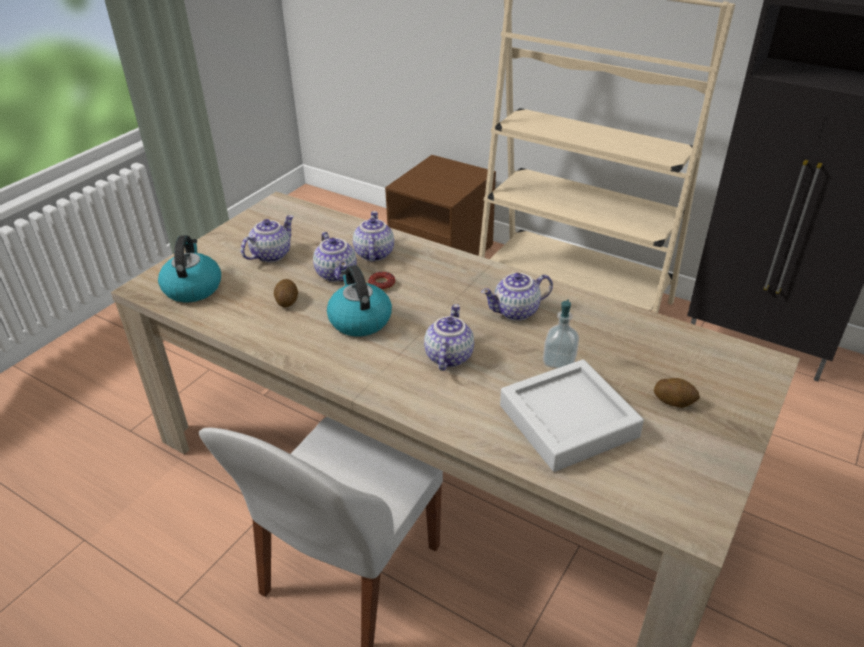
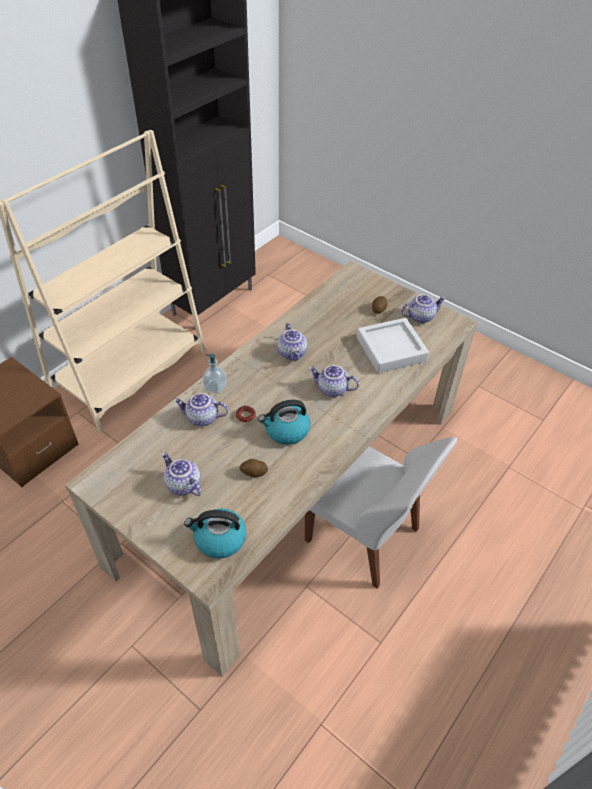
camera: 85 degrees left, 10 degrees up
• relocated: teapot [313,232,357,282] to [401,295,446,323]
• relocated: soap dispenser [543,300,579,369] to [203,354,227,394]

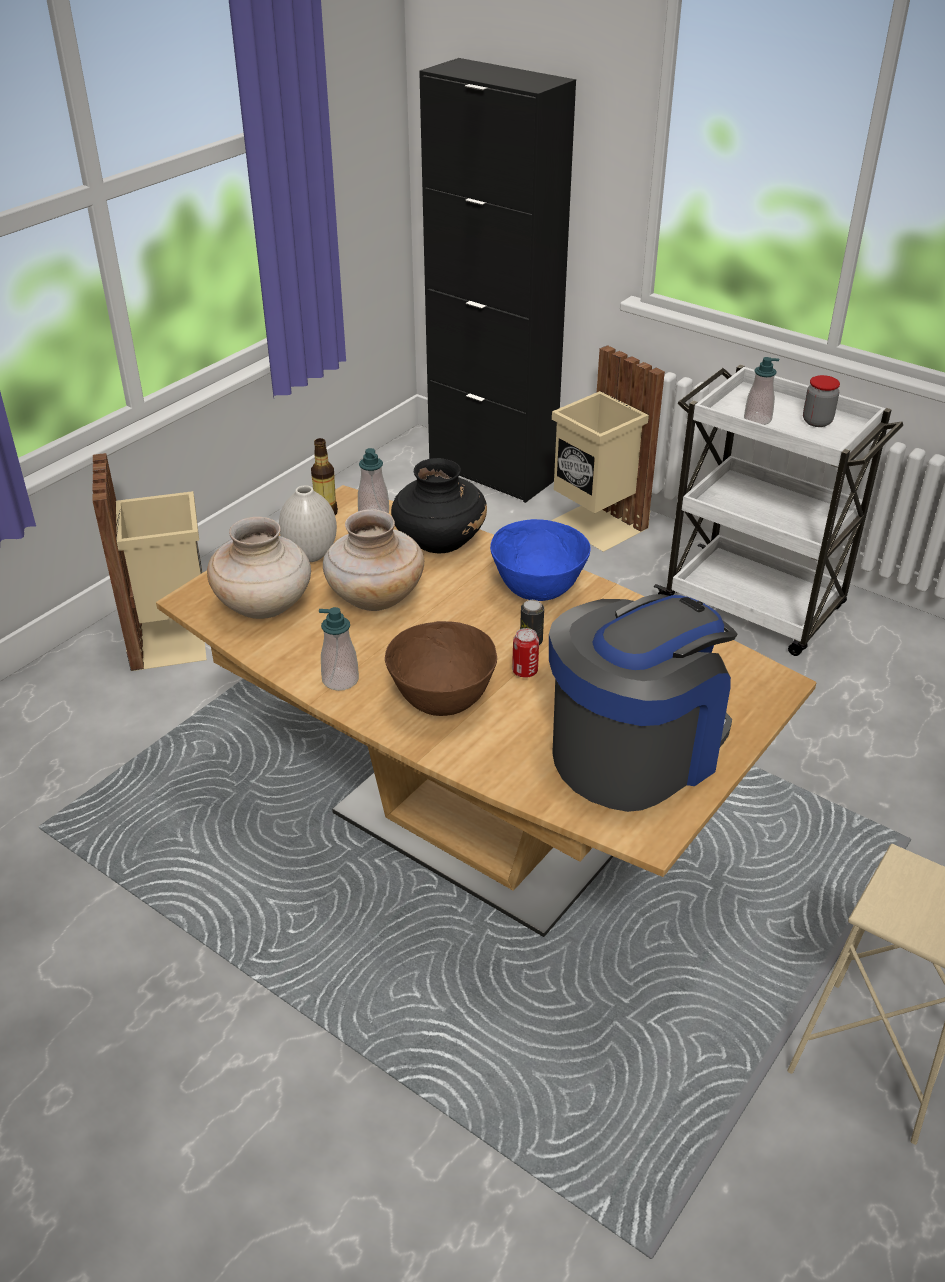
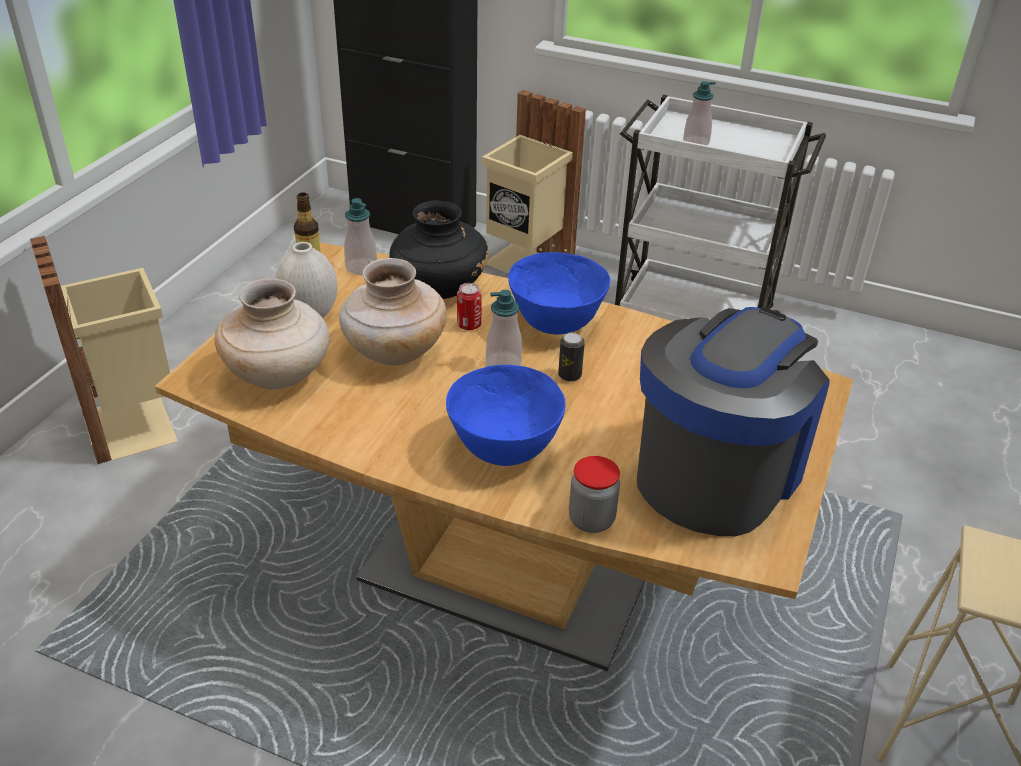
camera: 15 degrees left, 0 degrees up
• relocated: soap dispenser [319,607,359,691] to [486,290,522,366]
• relocated: can [512,628,539,678] to [457,283,481,330]
• relocated: jar [803,375,840,427] to [569,456,620,533]
• colour: brown bowl [385,621,497,716] to blue bowl [446,365,566,466]

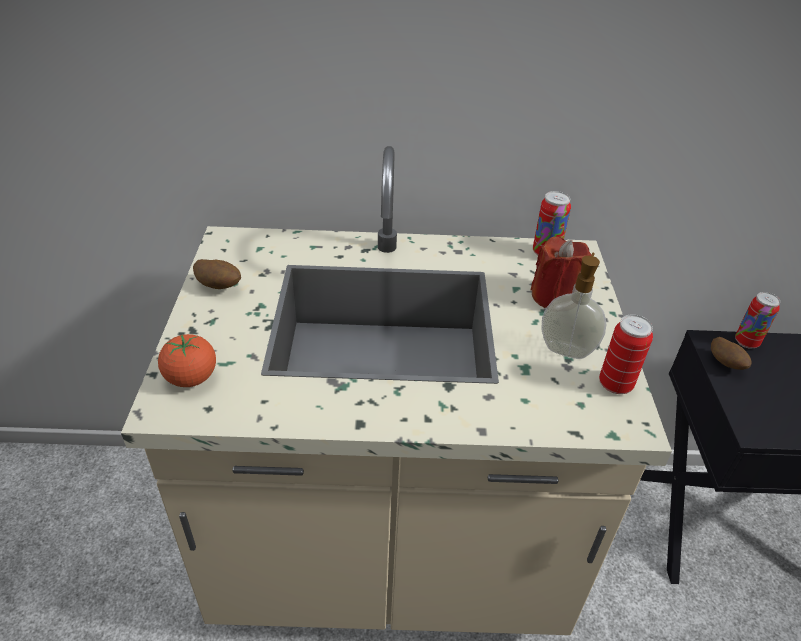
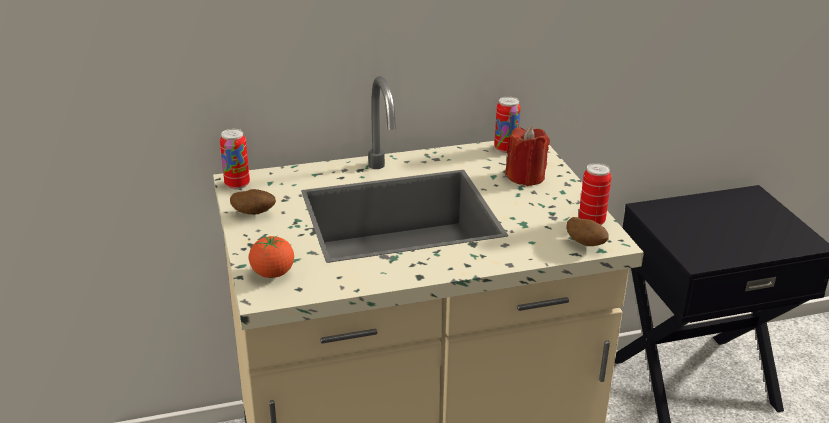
camera: 15 degrees left, 10 degrees down
• missing: soap dispenser [541,252,606,359]
• relocated: potato [711,337,752,370] to [566,217,609,246]
• relocated: can [735,292,780,349] to [220,129,250,190]

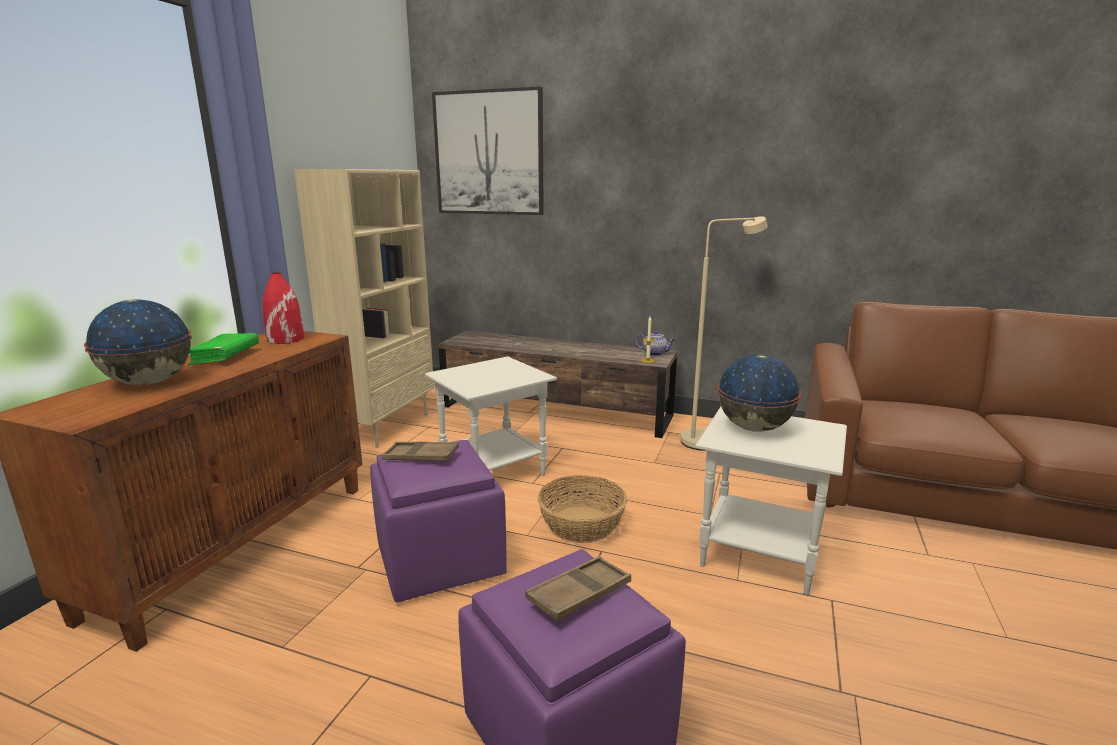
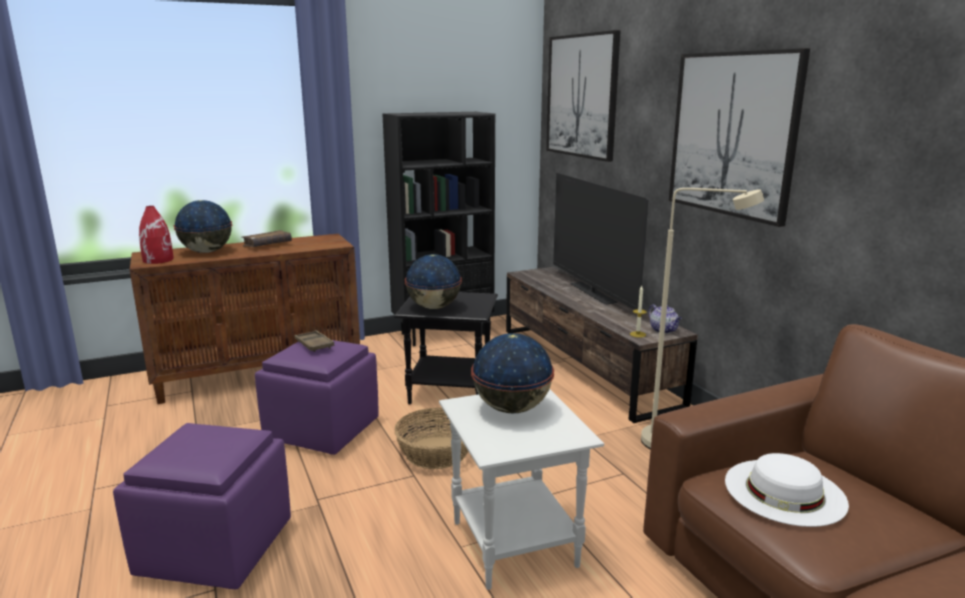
camera: 45 degrees right, 0 degrees up
• missing: brown tray [525,556,631,621]
• appeared: globe [405,254,462,309]
• appeared: television [553,173,648,310]
• appeared: picture [669,48,810,227]
• appeared: white hat [725,453,849,527]
• relocated: red vase [263,273,304,344] to [139,206,174,264]
• colour: green book [188,333,259,365] to brown book [241,230,292,247]
• colour: beige bookcase [294,169,434,448] to black bookcase [383,112,495,346]
• colour: white side table [425,356,557,475] to black side table [394,292,498,405]

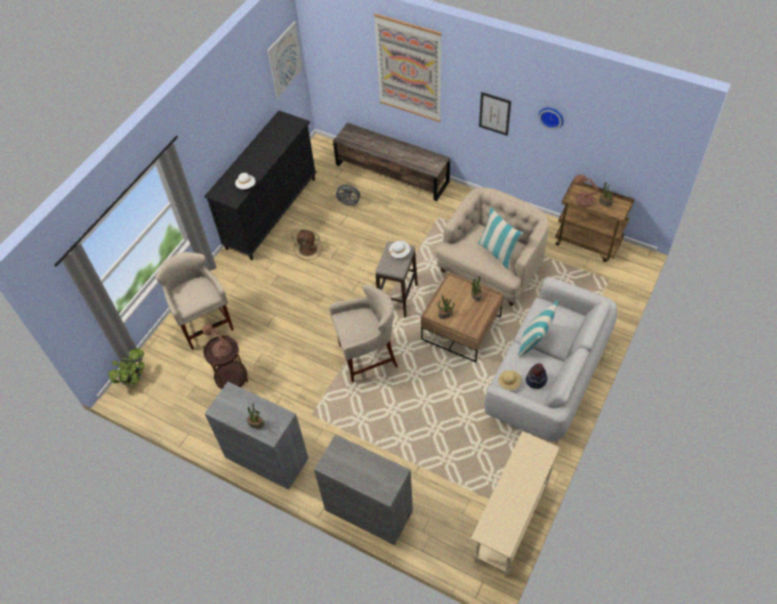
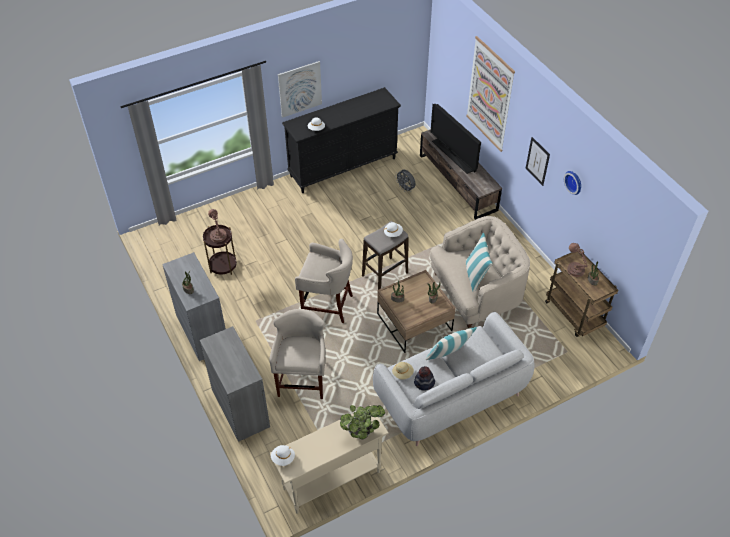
camera: 30 degrees right, 5 degrees down
• missing: brown fan [292,228,322,260]
• appeared: white hat [271,445,295,466]
• appeared: television [431,104,481,174]
• relocated: potted plant [108,348,145,386] to [340,405,385,440]
• relocated: beige stool [156,252,234,350] to [269,309,325,399]
• relocated: picture [267,21,303,98] to [278,61,322,118]

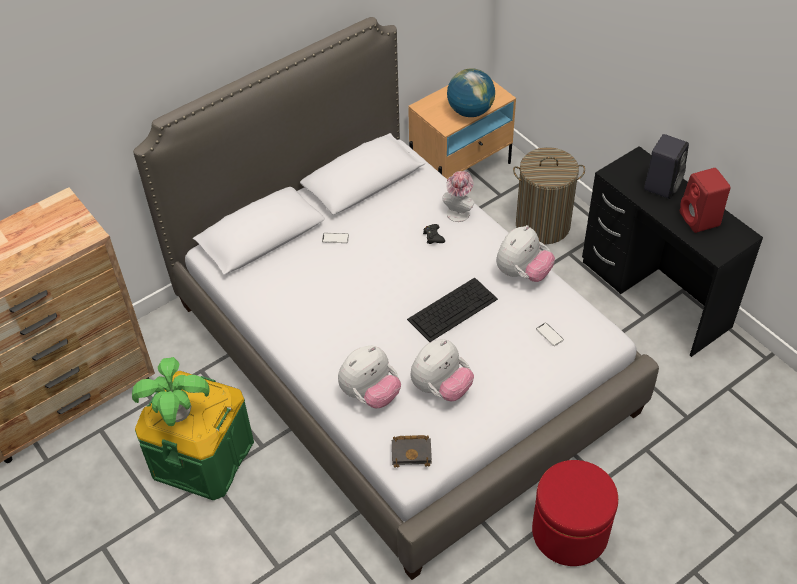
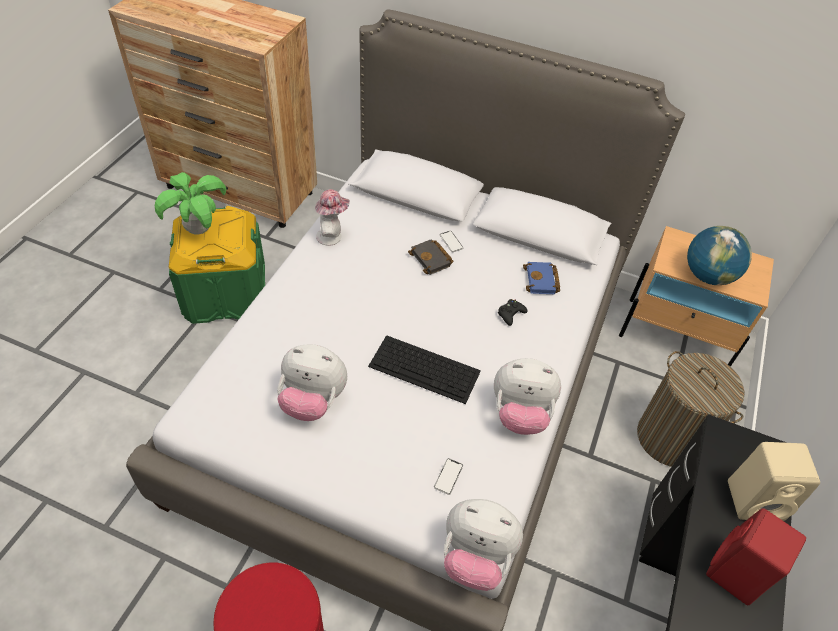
camera: 55 degrees right, 0 degrees up
• appeared: blue book [523,262,560,294]
• relocated: plush toy [338,346,401,408] to [444,499,523,591]
• relocated: black book [392,435,432,468] to [408,240,453,275]
• relocated: hat [442,171,475,222] to [315,189,350,246]
• colour: black speaker [644,134,689,199] to beige speaker [728,442,820,521]

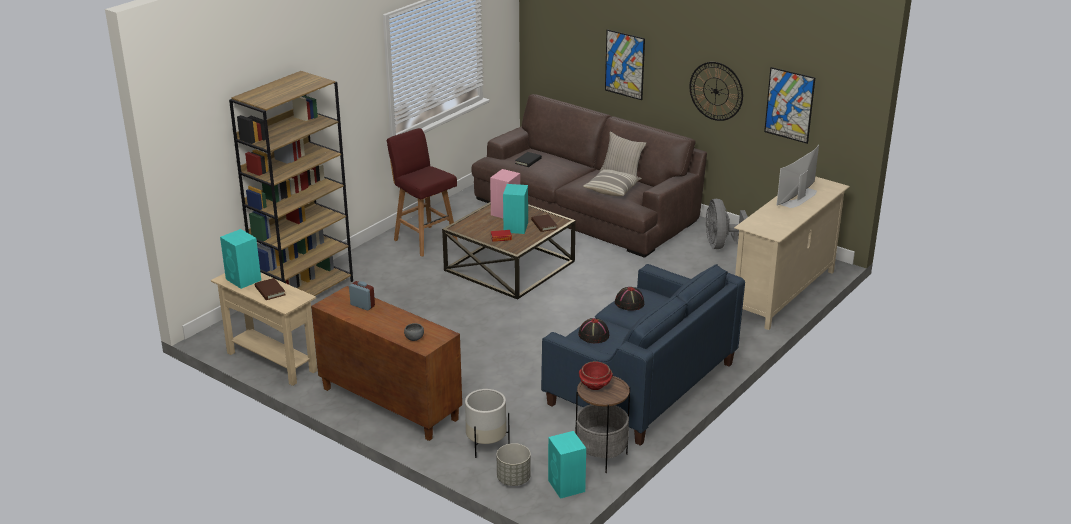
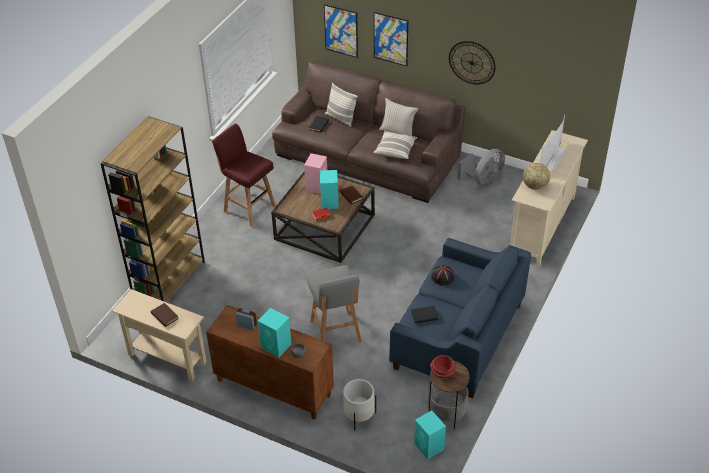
camera: 10 degrees left, 15 degrees up
• missing: grey planter [497,443,531,486]
• appeared: grey stool [307,265,362,343]
• appeared: pillow [325,83,358,127]
• appeared: globe [523,163,550,190]
• relocated: turquoise speaker [220,229,261,289] to [258,308,291,357]
• relocated: picture [764,67,815,144] to [324,4,358,58]
• exchanged: black hat [578,318,609,343] to black book [411,306,439,324]
• spun: grey fan [706,199,748,249] = [457,149,505,186] 120 degrees counterclockwise

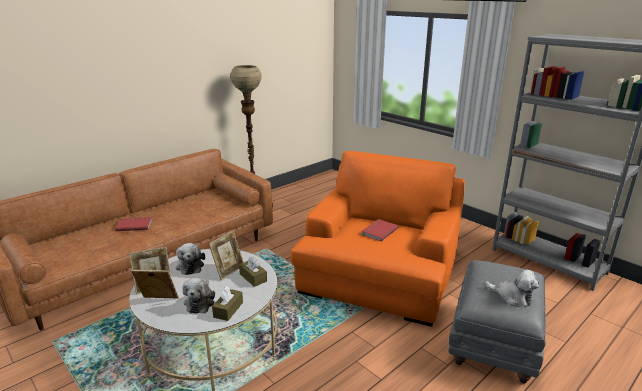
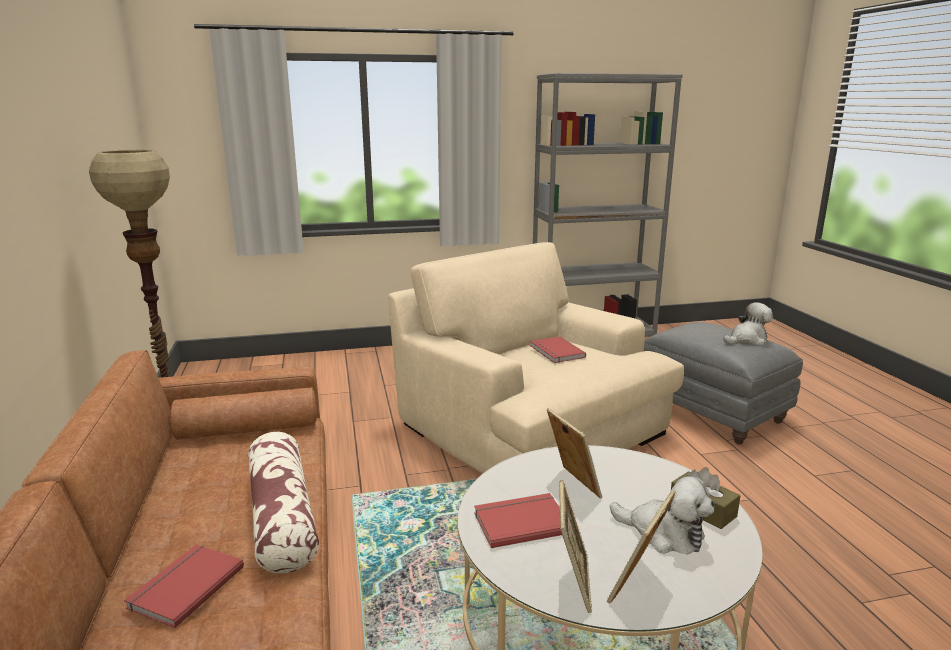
camera: 60 degrees left, 5 degrees down
• missing: brown tissue box [239,257,267,287]
• appeared: pillow [248,432,319,573]
• exchanged: plush toy [176,243,205,275] to red book [474,493,562,548]
• colour: orange armchair [291,151,465,327] to beige armchair [388,242,684,474]

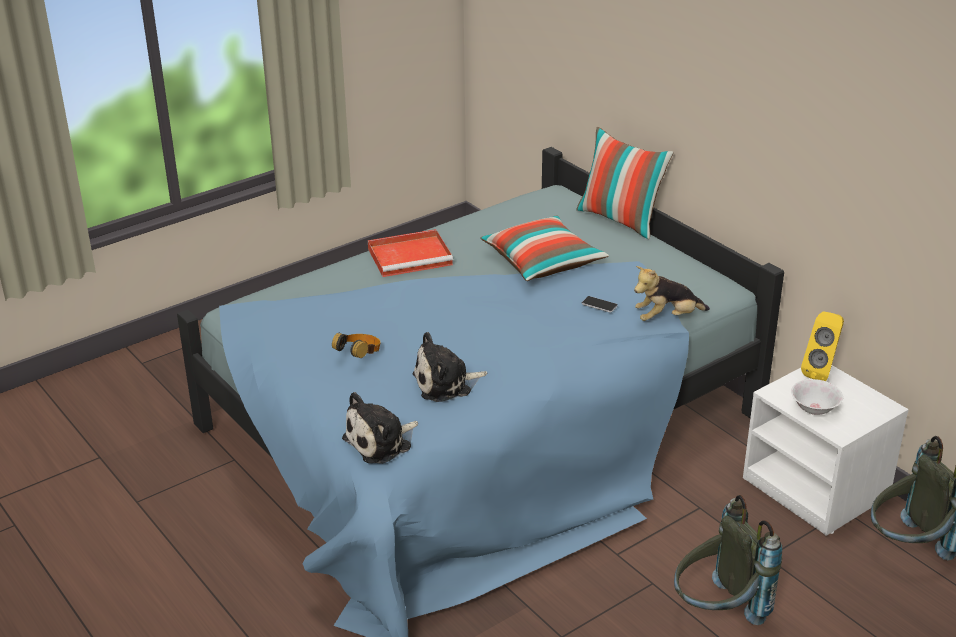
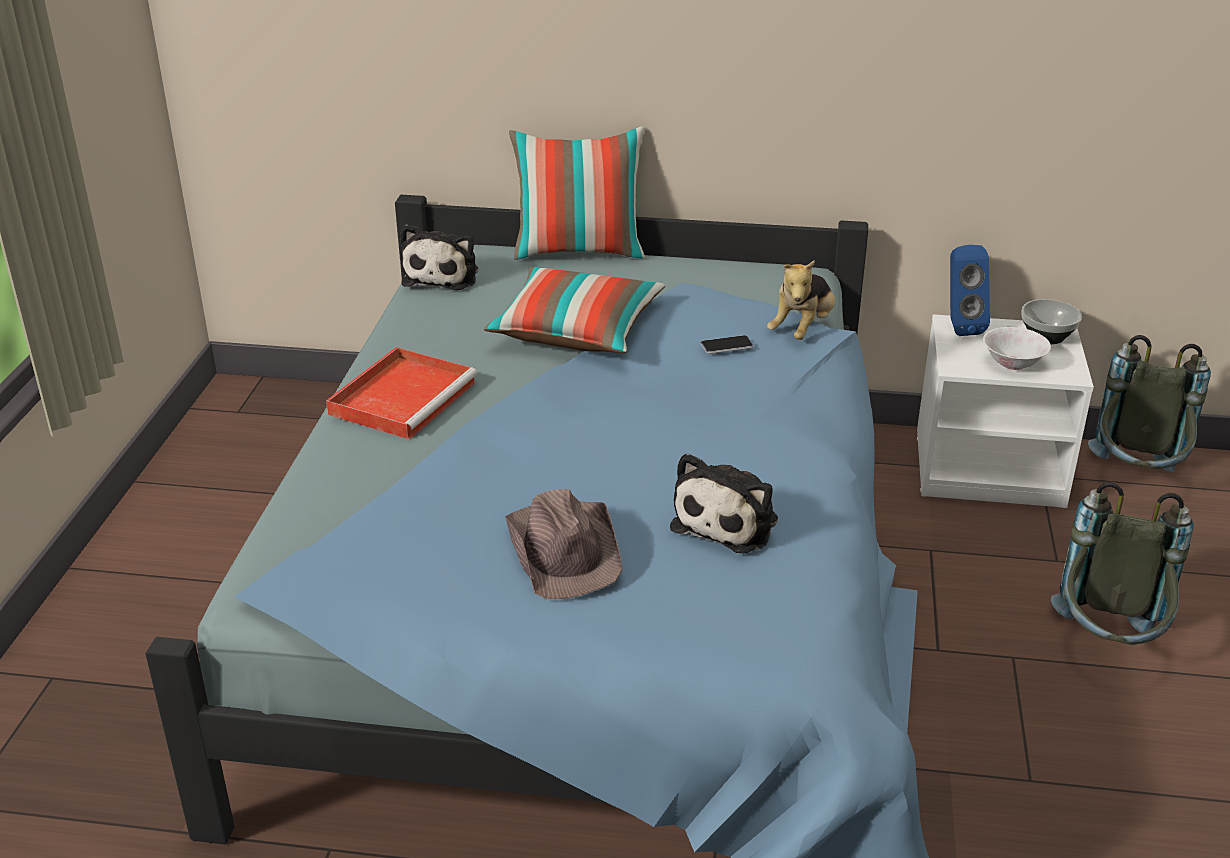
camera: 45 degrees left, 0 degrees up
• appeared: bowl [1021,299,1082,344]
• relocated: plush toy [342,392,418,464] to [400,224,478,290]
• exchanged: headphones [332,332,381,358] to brown hat [505,489,622,599]
• colour: yellow speaker [801,312,844,381] to blue speaker [950,245,990,336]

